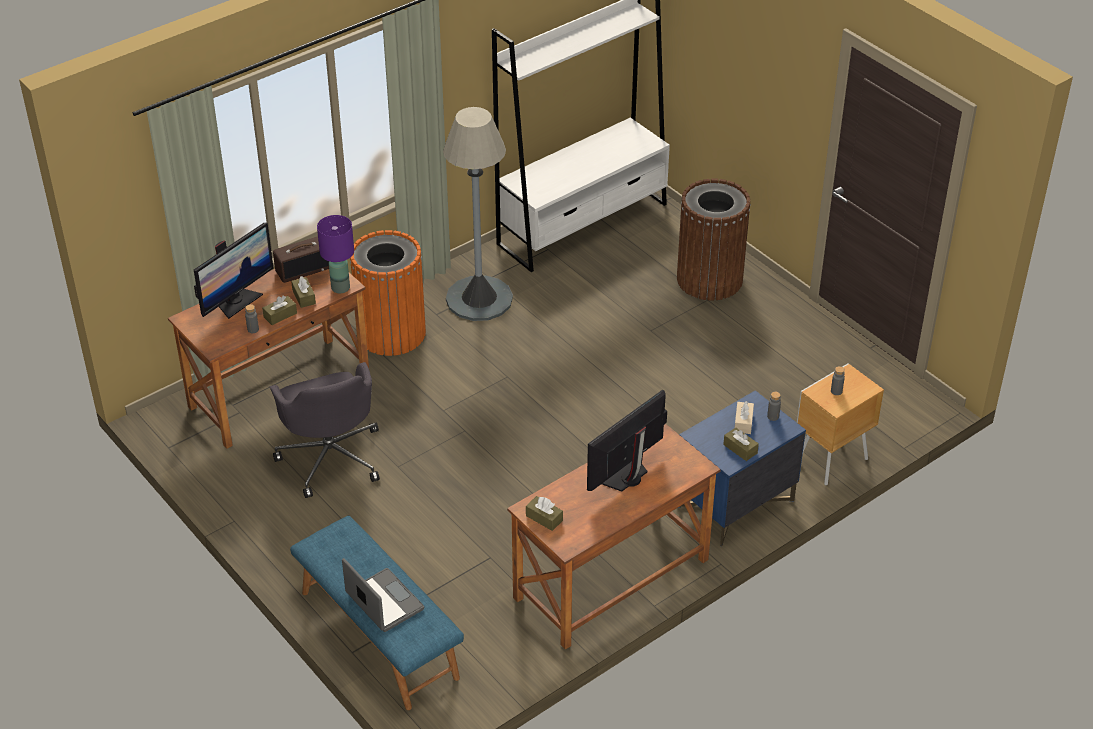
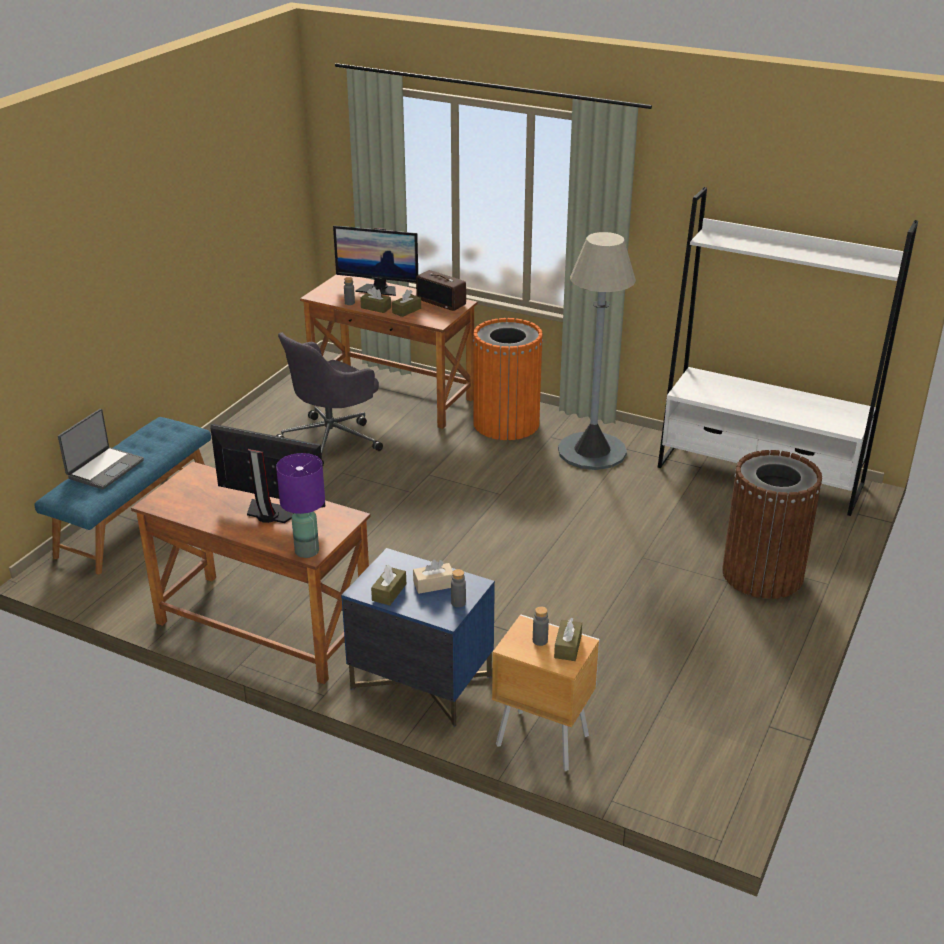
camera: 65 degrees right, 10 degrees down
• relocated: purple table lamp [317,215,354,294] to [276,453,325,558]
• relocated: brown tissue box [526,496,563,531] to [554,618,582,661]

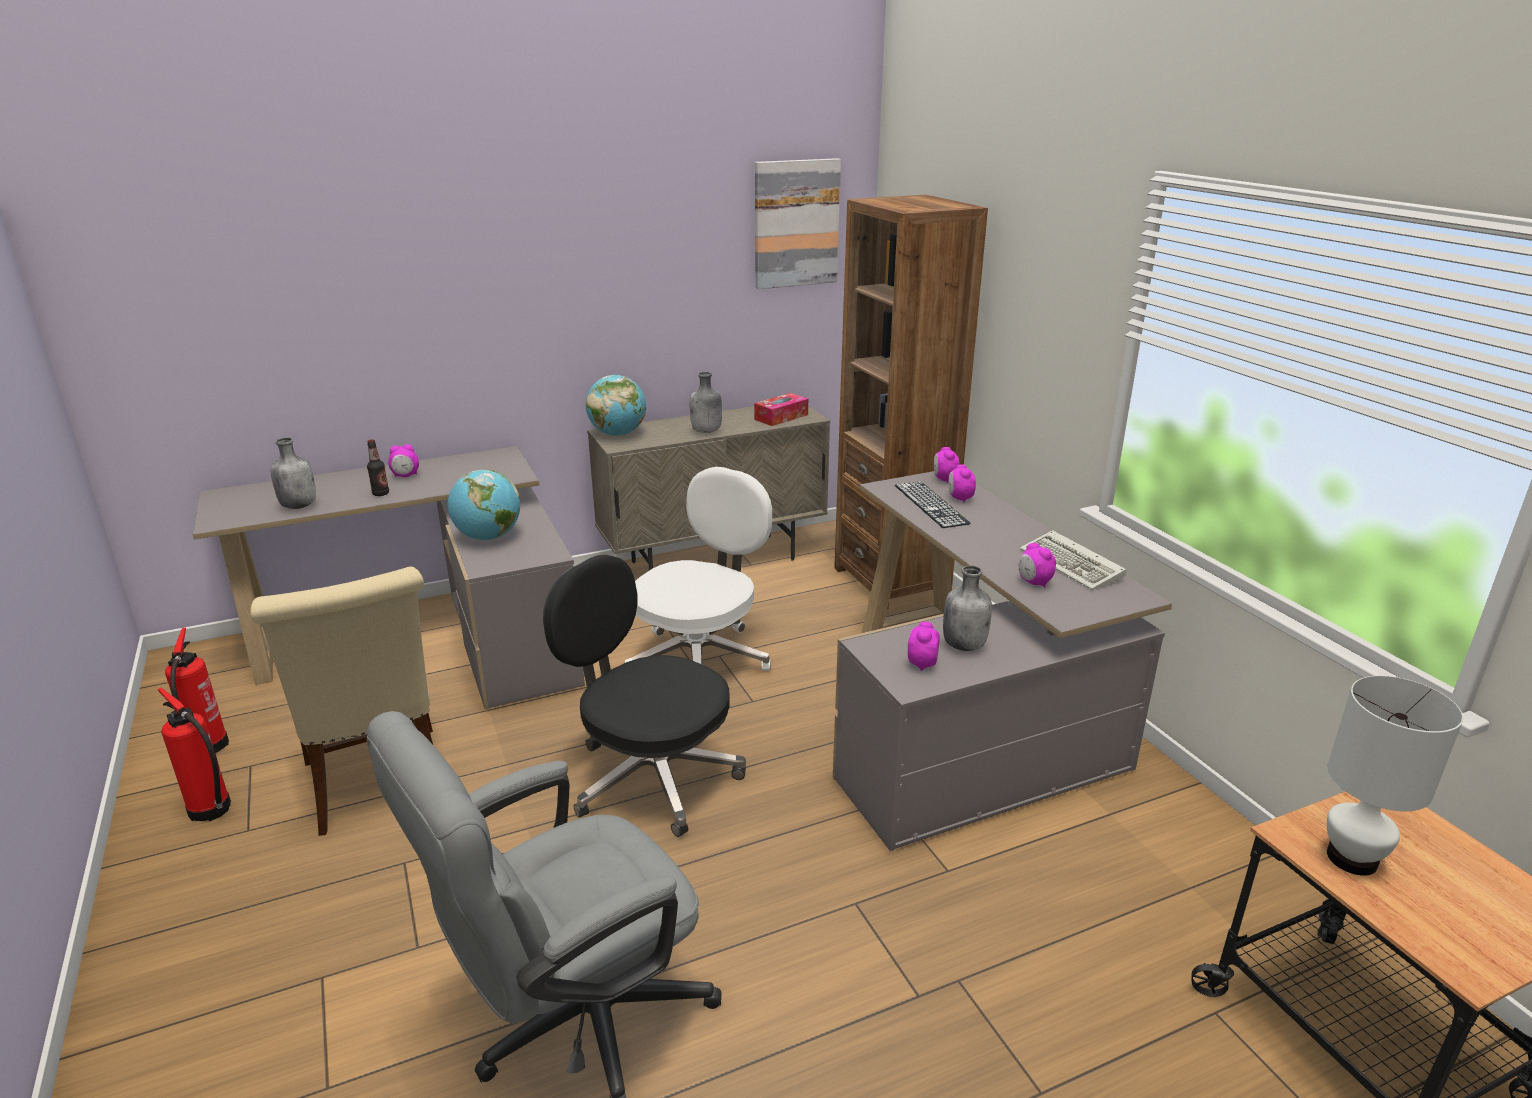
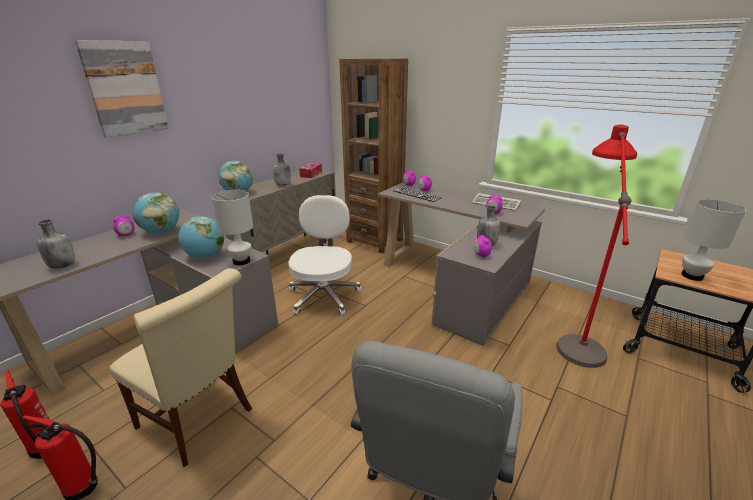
camera: 30 degrees left, 0 degrees up
• missing: bottle [367,439,389,496]
• missing: black office chair [543,555,746,837]
• appeared: globe [133,192,179,234]
• appeared: white table lamp [211,190,253,265]
• appeared: red floor lamp [556,125,637,368]
• relocated: picture [755,158,841,289] to [75,40,169,138]

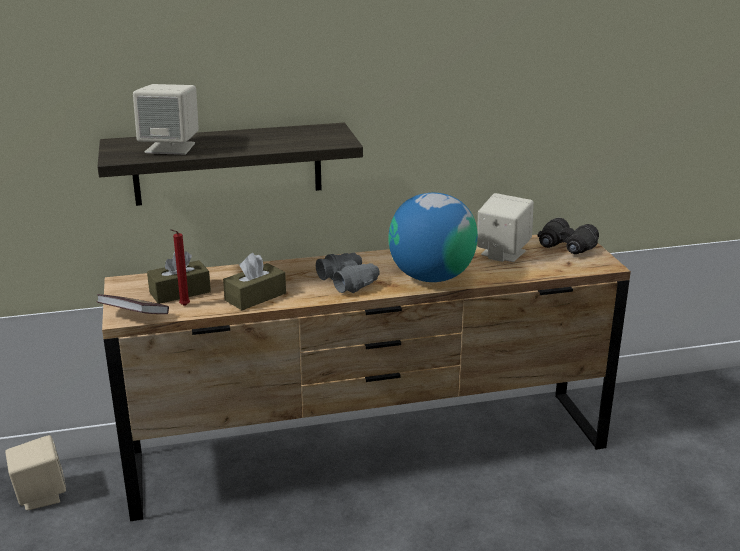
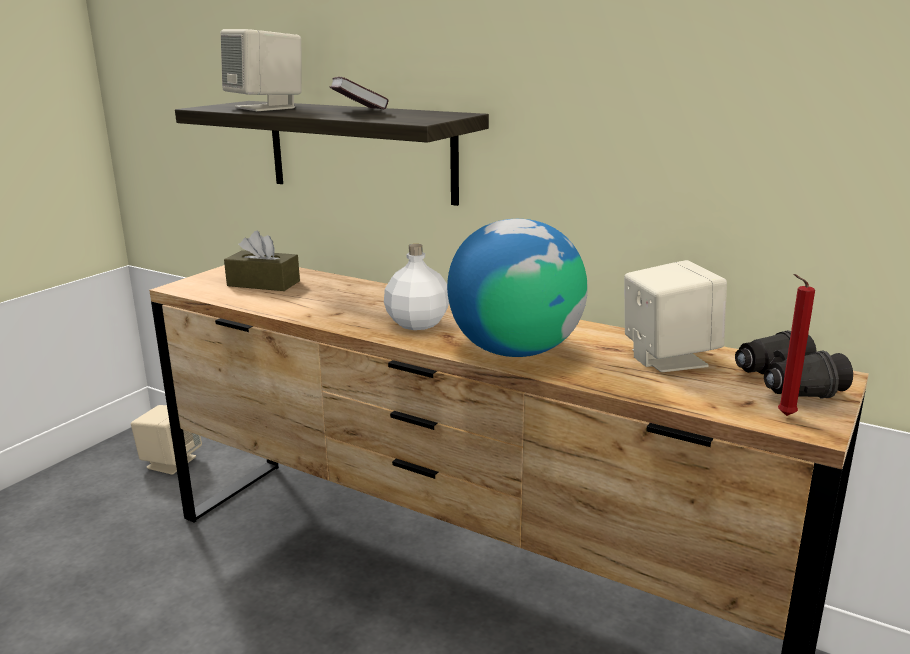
camera: 45 degrees right, 5 degrees down
• missing: brown tissue box [223,253,286,310]
• relocated: book [96,294,169,314] to [329,77,389,109]
• relocated: red candle [170,229,190,306] to [778,274,815,416]
• exchanged: grey binoculars [316,253,380,293] to white bottle [384,244,449,330]

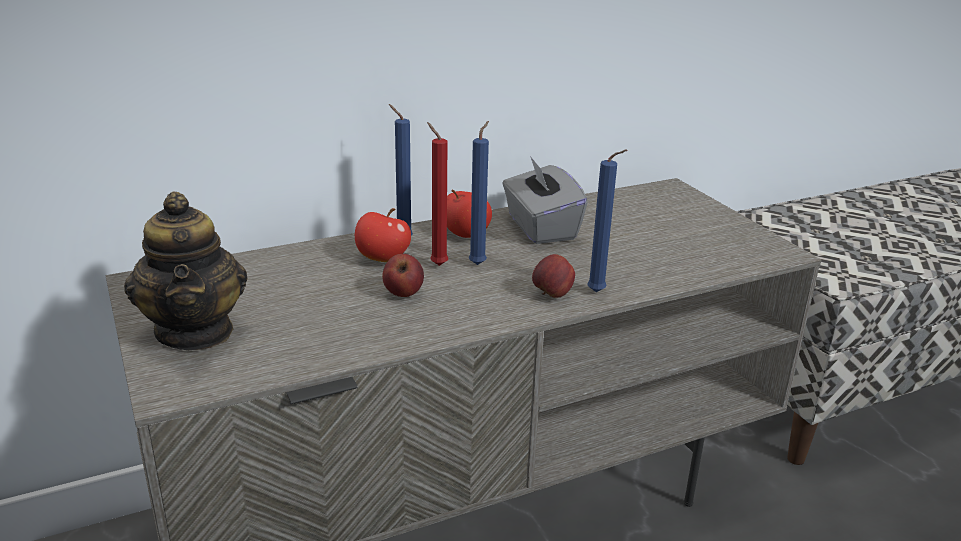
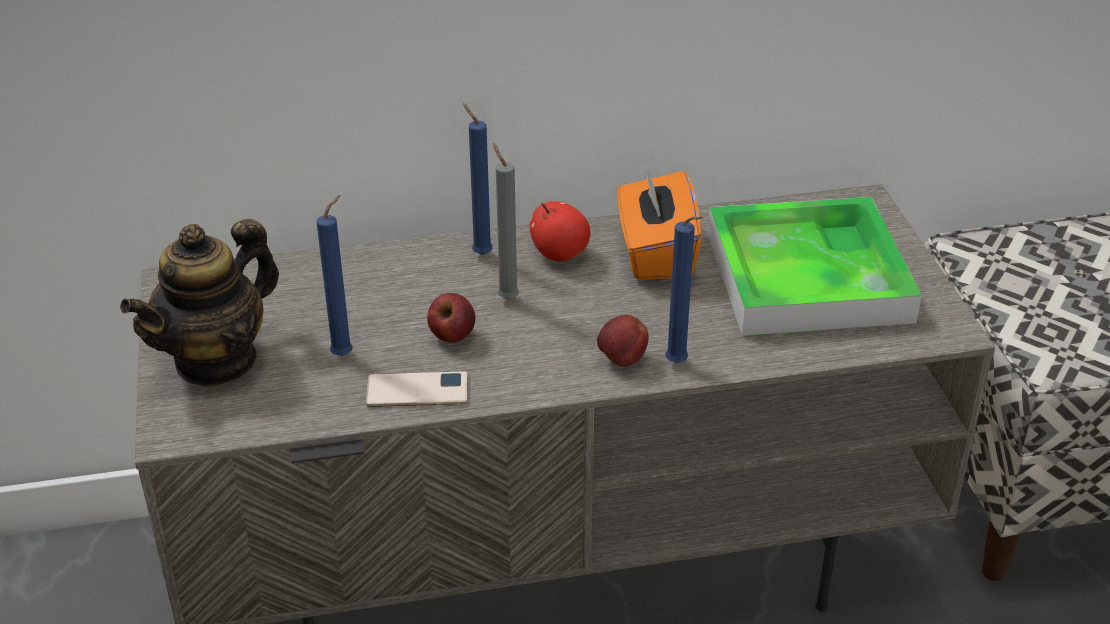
camera: 15 degrees right, 10 degrees up
• missing: apple [355,208,411,262]
• appeared: phone [366,371,468,407]
• appeared: tray [707,197,922,336]
• relocated: blue candle [469,121,489,265] to [317,195,353,356]
• colour: red candle [427,122,448,266] to grey candle [493,143,519,300]
• colour: grey tissue box [502,157,588,244] to orange tissue box [618,167,702,280]
• spun: teapot [124,192,247,350] = [120,218,279,387] 45 degrees clockwise

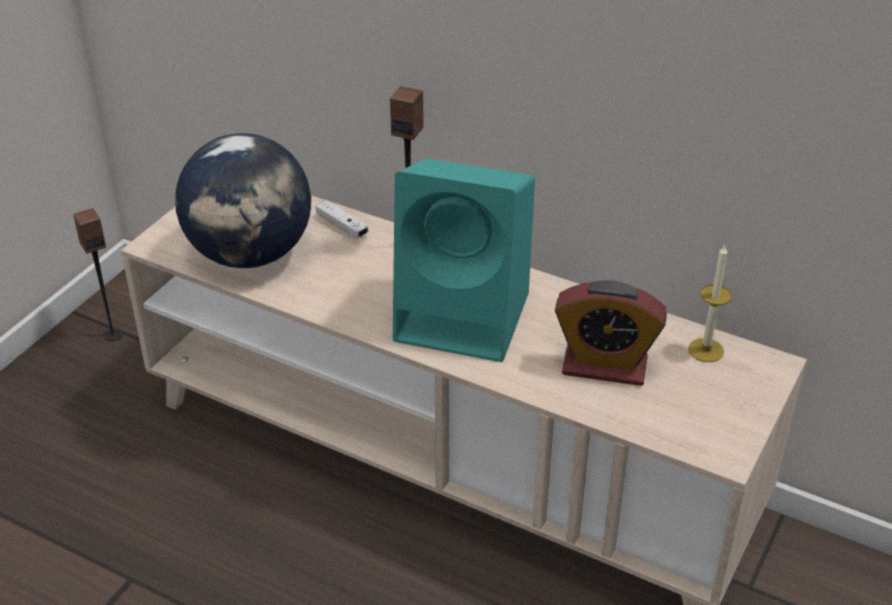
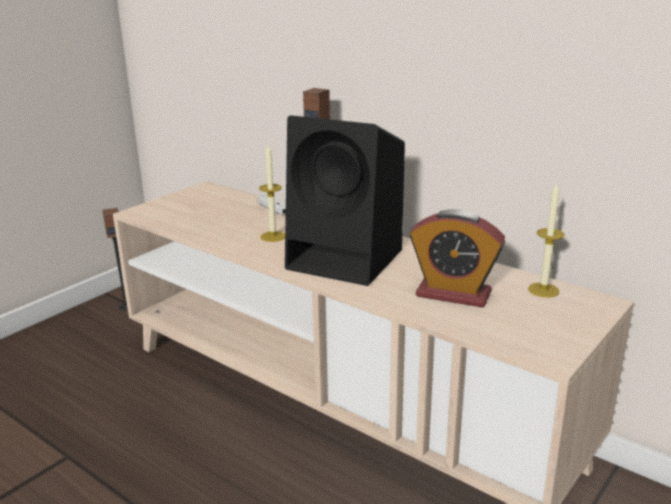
camera: 10 degrees right, 15 degrees down
• missing: globe [175,133,311,268]
• appeared: candle [259,145,285,242]
• colour: turquoise speaker [393,158,535,362] to black speaker [285,115,405,286]

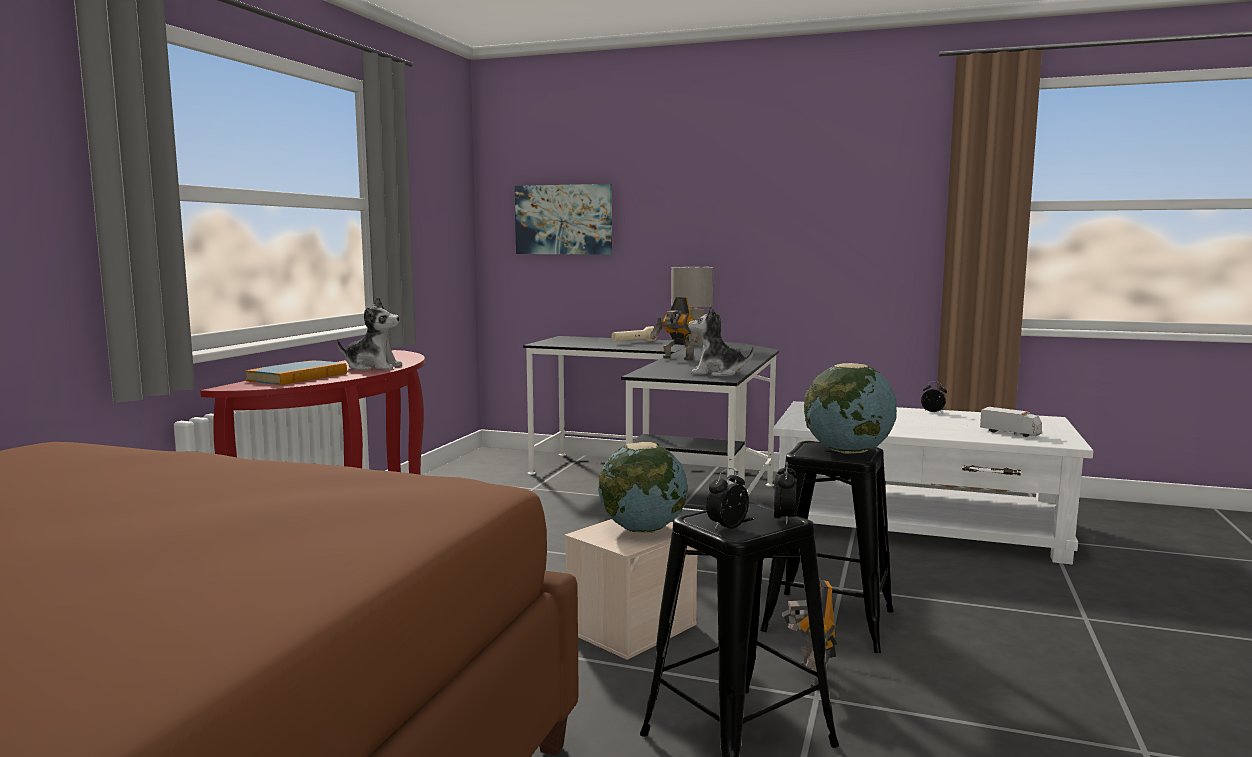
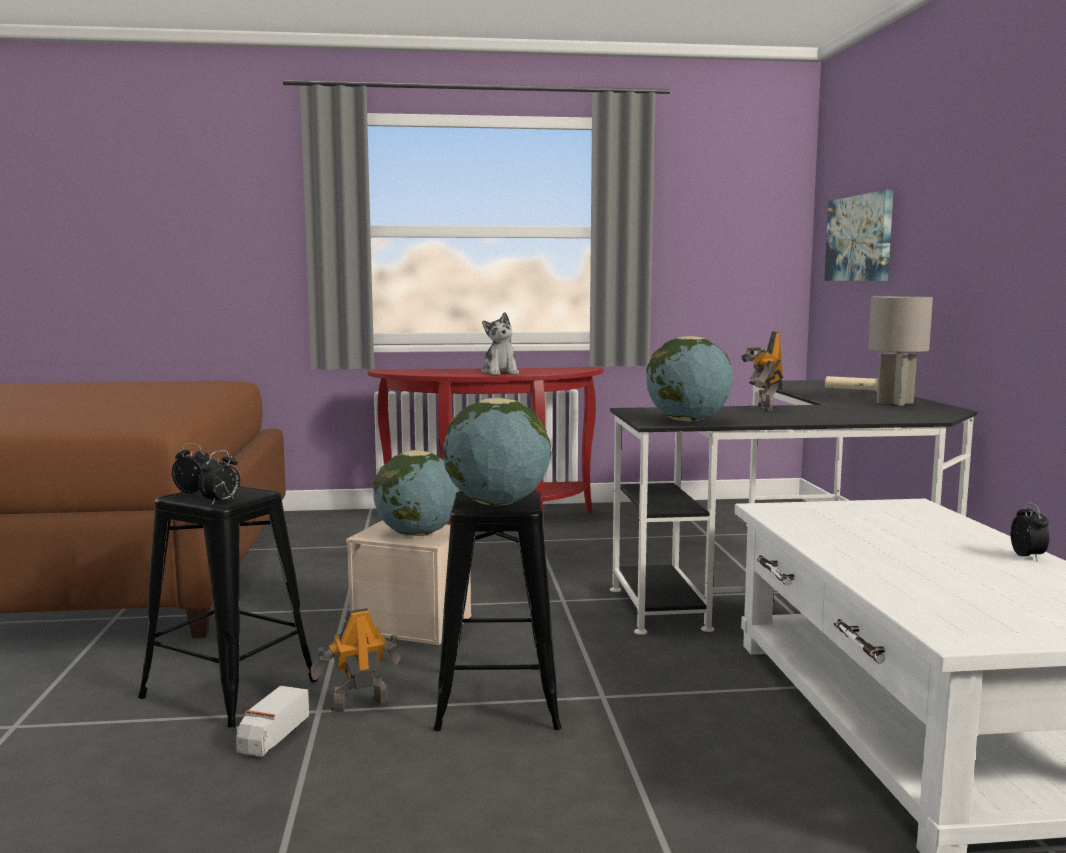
camera: 65 degrees right, 0 degrees up
• missing: book [245,361,347,385]
• relocated: toy truck [980,407,1042,437] to [236,686,309,756]
• exchanged: plush toy [689,305,754,376] to globe [646,336,733,422]
• spun: alarm clock [774,461,797,525] = [198,450,240,505] 45 degrees counterclockwise

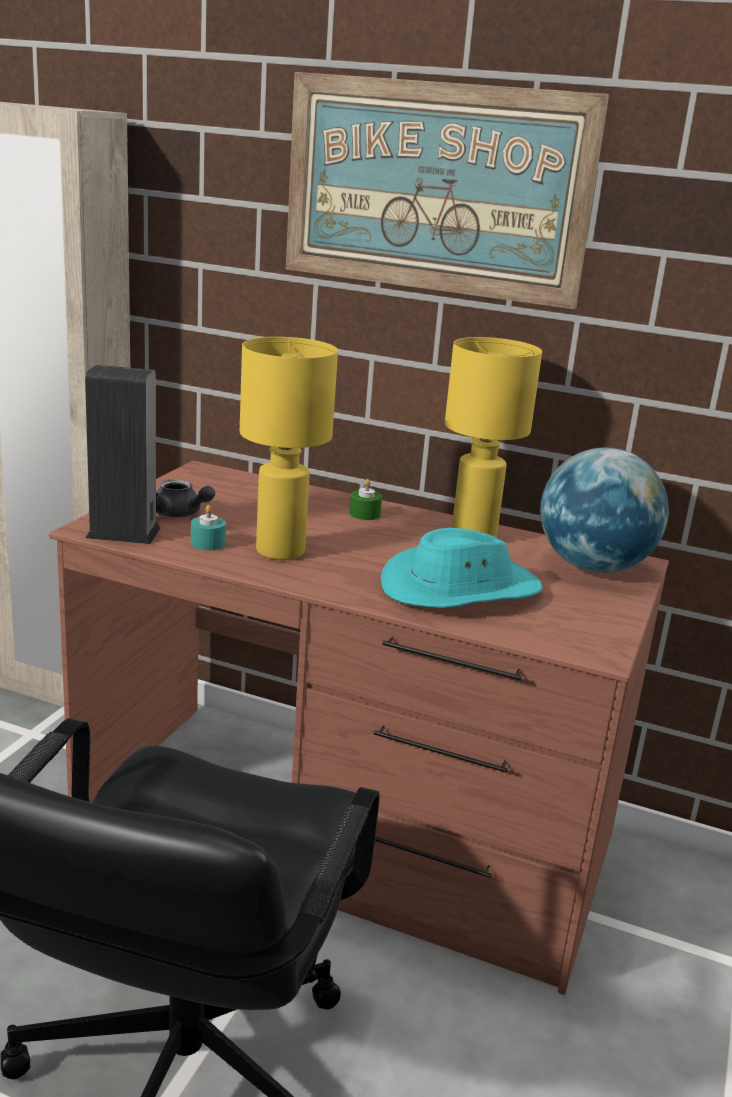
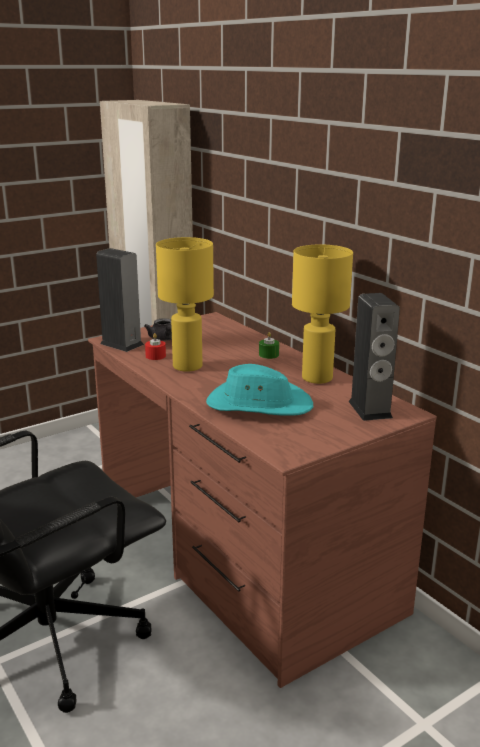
camera: 35 degrees right, 0 degrees up
• missing: picture [286,72,609,309]
• exchanged: globe [540,448,669,573] to speaker [348,293,400,421]
• colour: turquoise candle [191,505,226,550] to red candle [145,333,166,360]

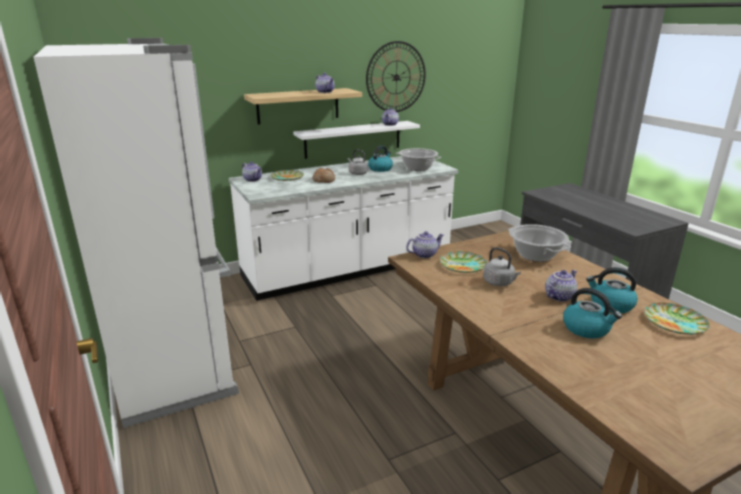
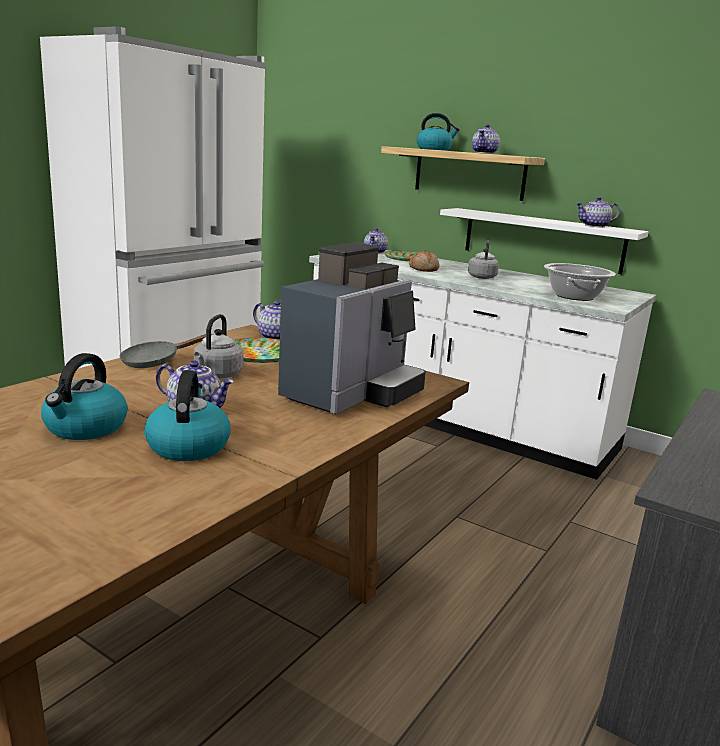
camera: 60 degrees right, 5 degrees down
• missing: wall clock [366,41,426,112]
• missing: plate [644,303,710,335]
• appeared: grey frying pan [120,334,213,368]
• relocated: kettle [368,146,393,172] to [417,113,459,150]
• exchanged: cooking pot [508,224,571,262] to coffee machine [278,242,426,414]

